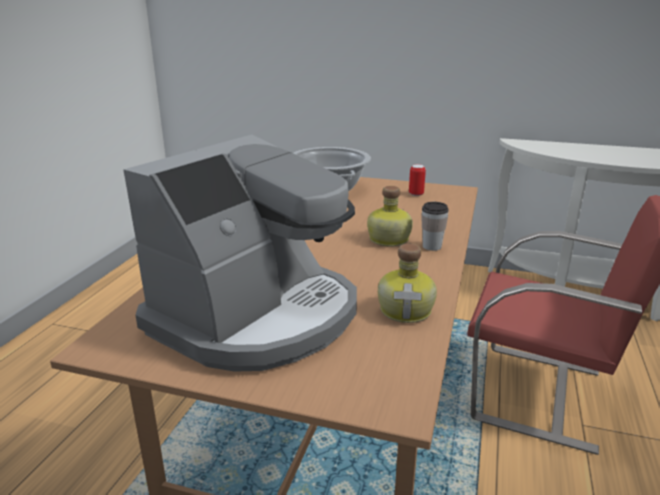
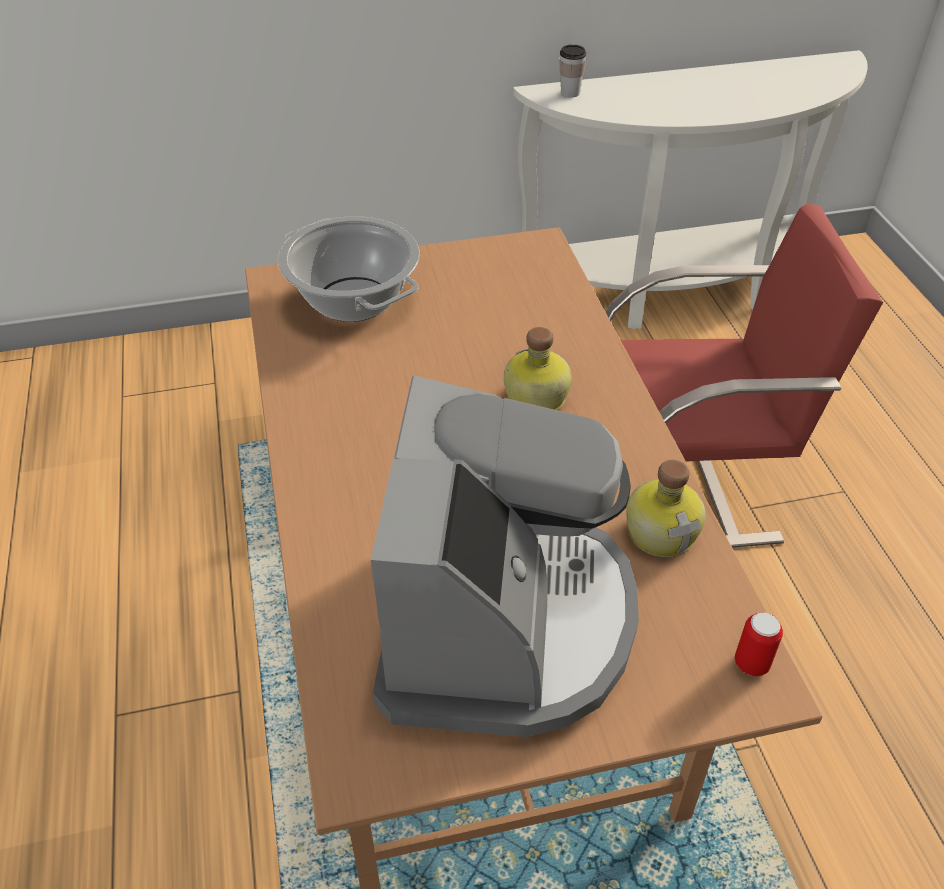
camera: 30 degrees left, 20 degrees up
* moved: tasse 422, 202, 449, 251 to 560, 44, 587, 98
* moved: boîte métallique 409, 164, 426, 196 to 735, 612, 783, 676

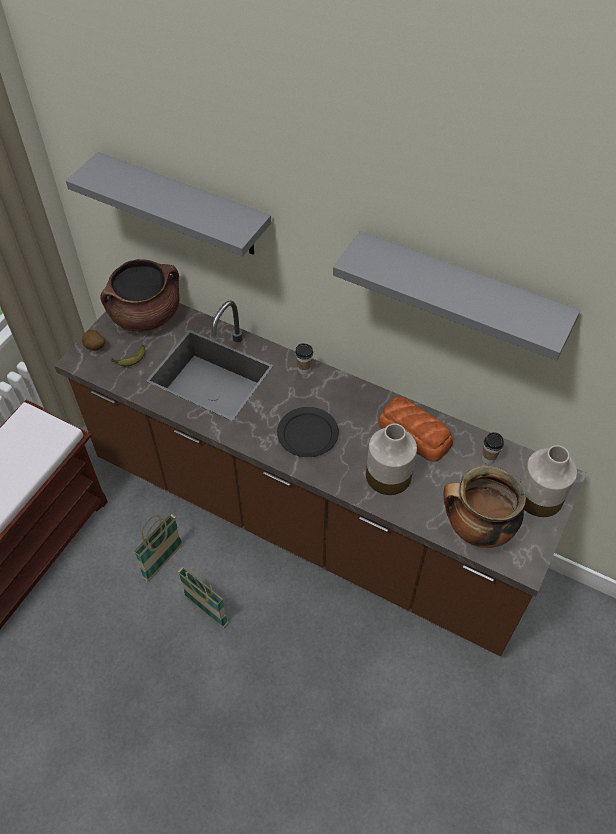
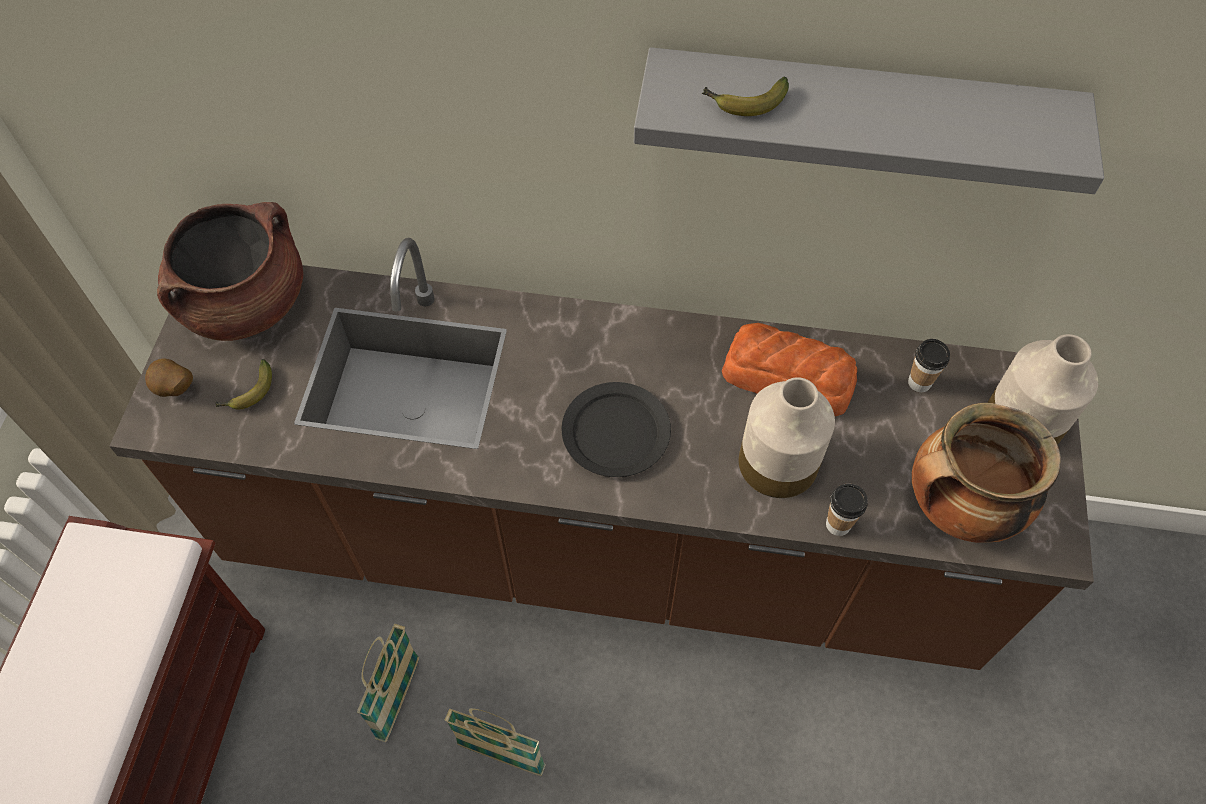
camera: 20 degrees left, 5 degrees up
* added: banane 702, 76, 789, 116
* moved: tasse 295, 343, 313, 374 to 826, 484, 868, 536
* removed: étagère/gris 66, 152, 271, 257

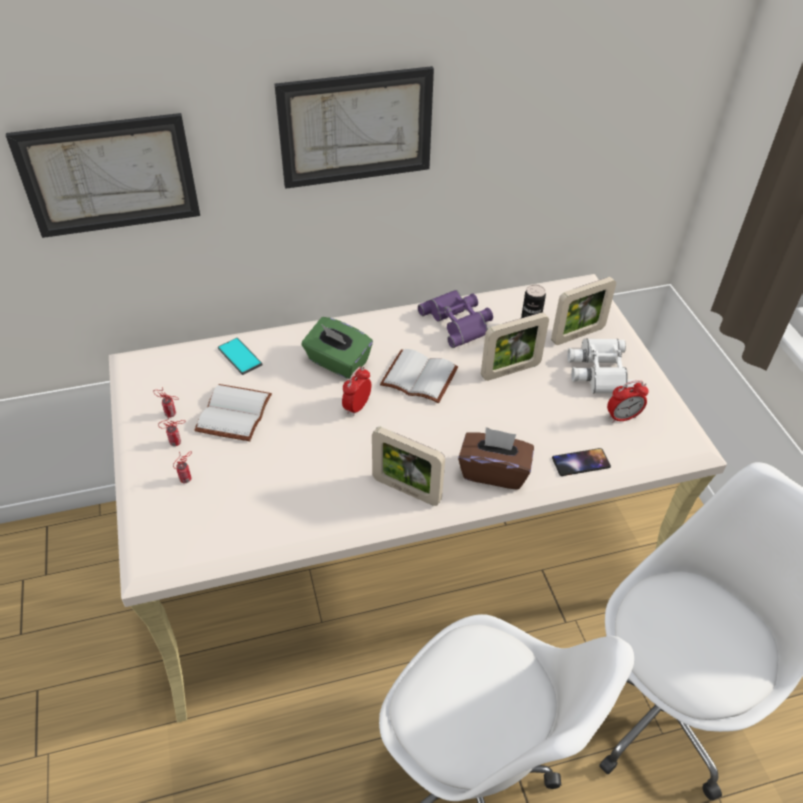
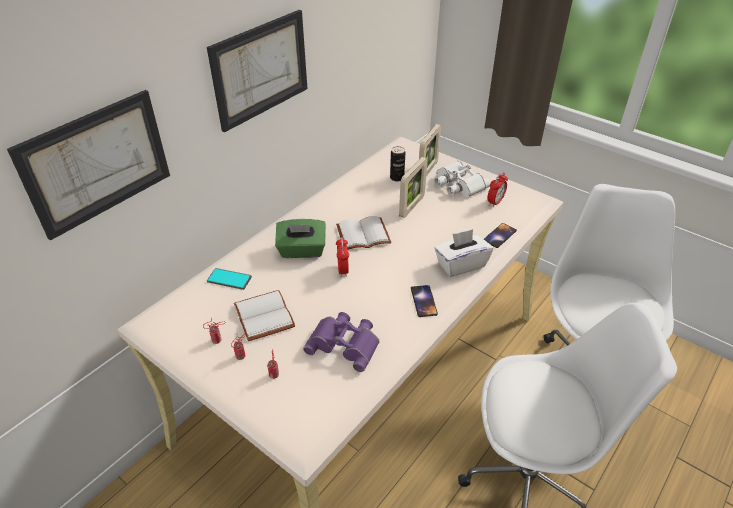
camera: 35 degrees left, 5 degrees down
* moved: jumelles/violet 418, 290, 493, 348 to 303, 312, 380, 372
* replaced: cadre photo 372, 427, 445, 506 to téléphone 411, 285, 438, 317
* recoloured: boîte à mouchoirs/marron 458, 427, 534, 490 to boîte à mouchoirs/blanc 434, 229, 493, 277

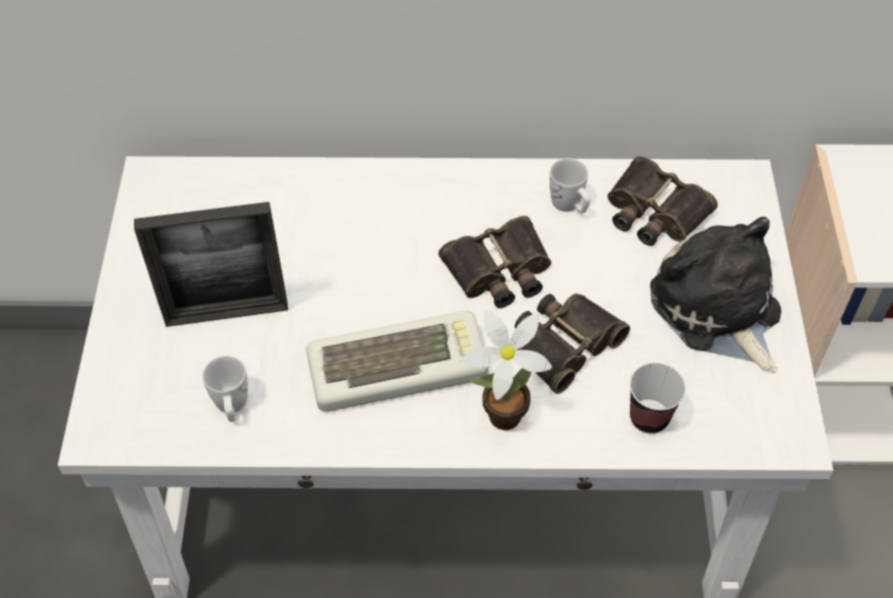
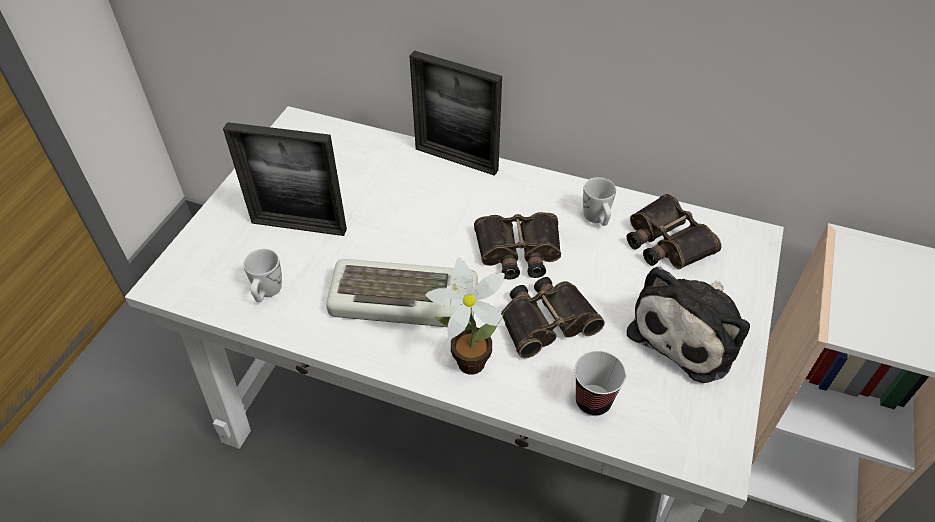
camera: 20 degrees right, 5 degrees down
* added: cadre photo 409, 51, 502, 176
* turned: peluche 650, 217, 781, 373 = 627, 267, 750, 383 135 degrees counterclockwise

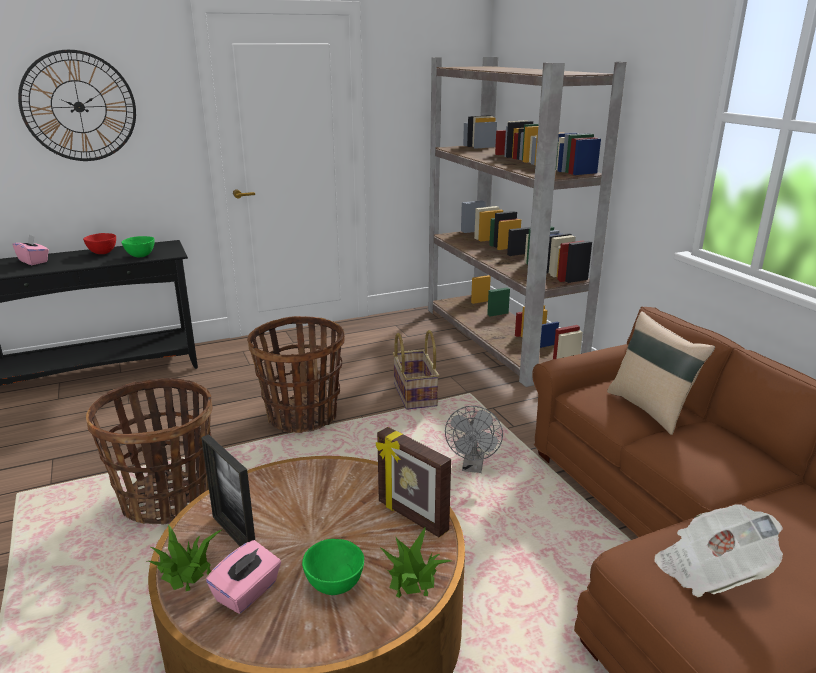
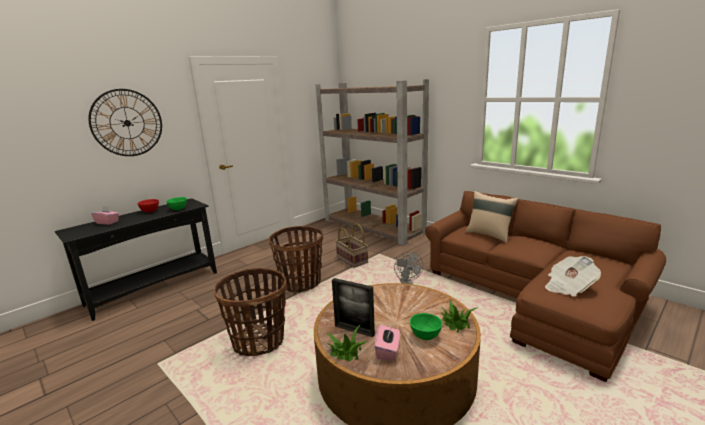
camera: 20 degrees left, 5 degrees down
* removed: cadre photo 376, 427, 451, 537

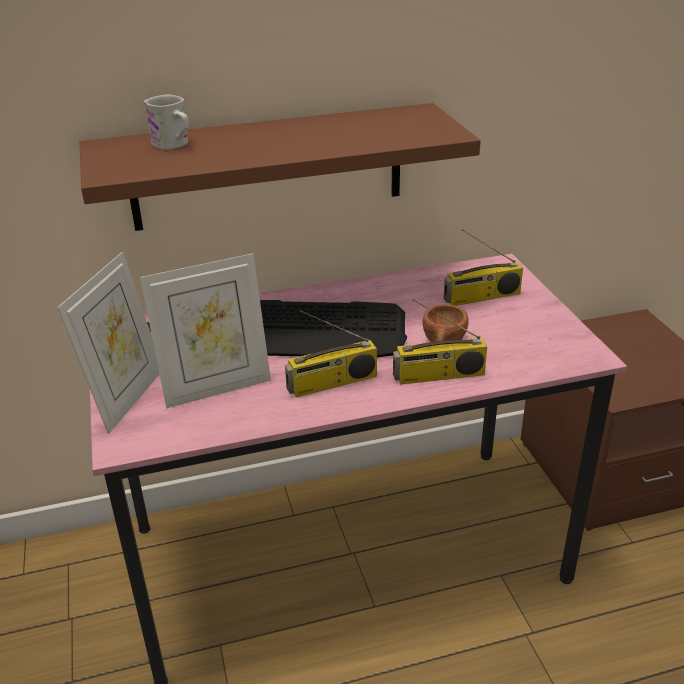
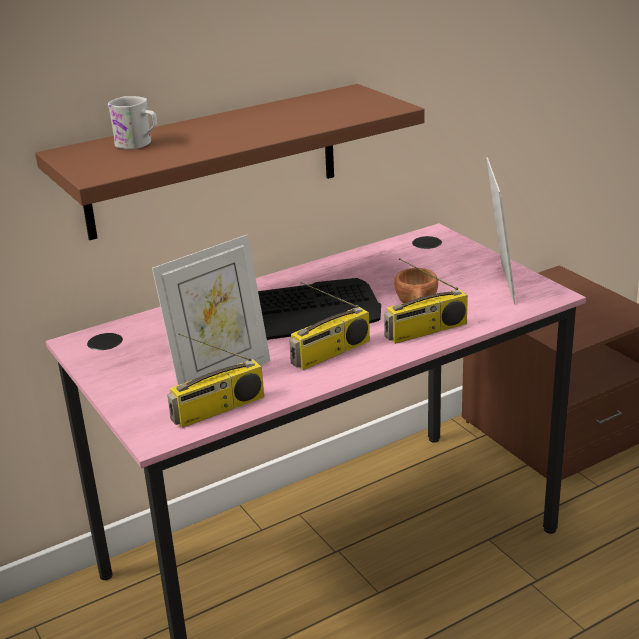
camera: 15 degrees left, 5 degrees down
* moved: radio 443, 229, 523, 306 to 167, 333, 264, 428
* moved: cadre photo 57, 252, 159, 434 to 486, 157, 515, 305

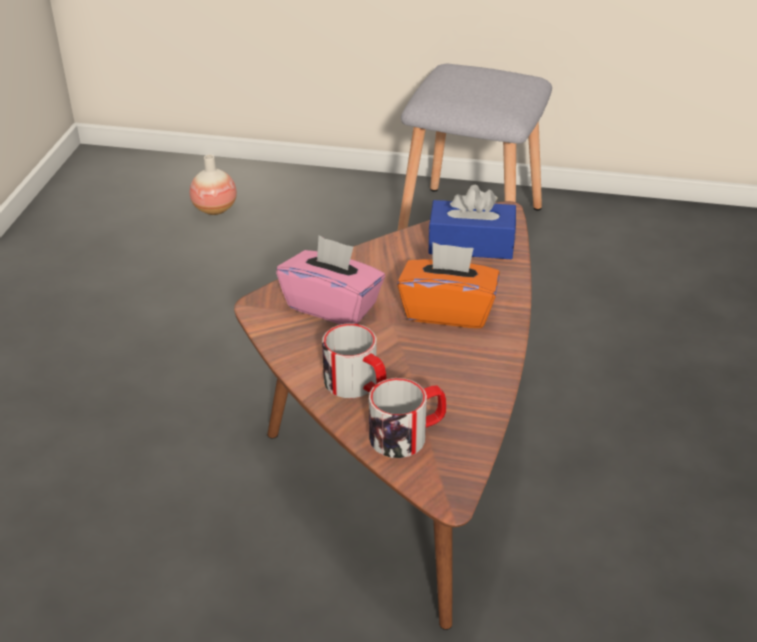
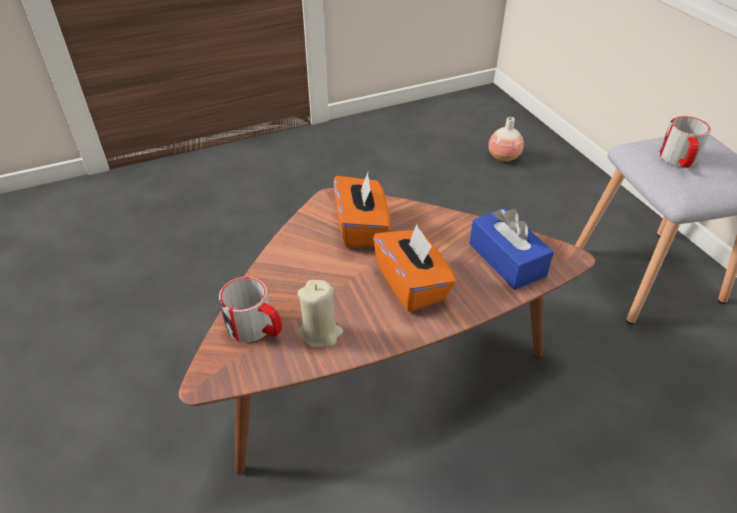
camera: 55 degrees right, 5 degrees up
* added: bougie/beige 297, 280, 343, 348
* recoloured: boîte à mouchoirs/rose 276, 235, 385, 325 to boîte à mouchoirs/orange 334, 173, 390, 248
* moved: mug 322, 323, 387, 398 to 659, 116, 711, 168

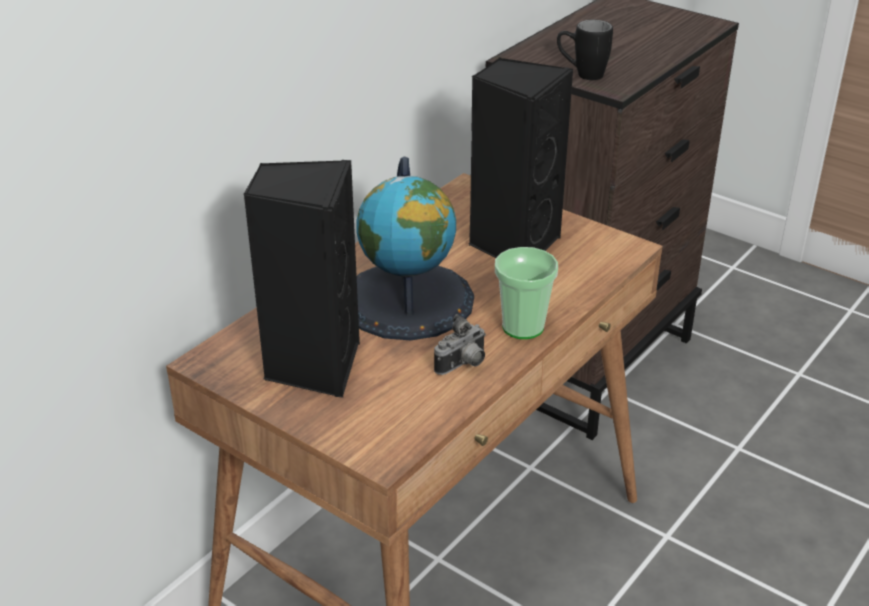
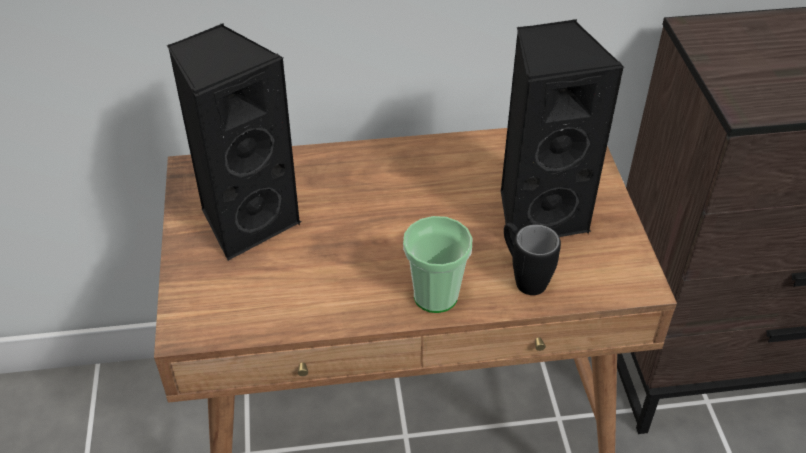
camera: 45 degrees right, 10 degrees up
* moved: mug/noir 557, 20, 613, 80 to 504, 223, 561, 295
* removed: globe 356, 156, 474, 341
* removed: appareil photo 434, 314, 486, 375

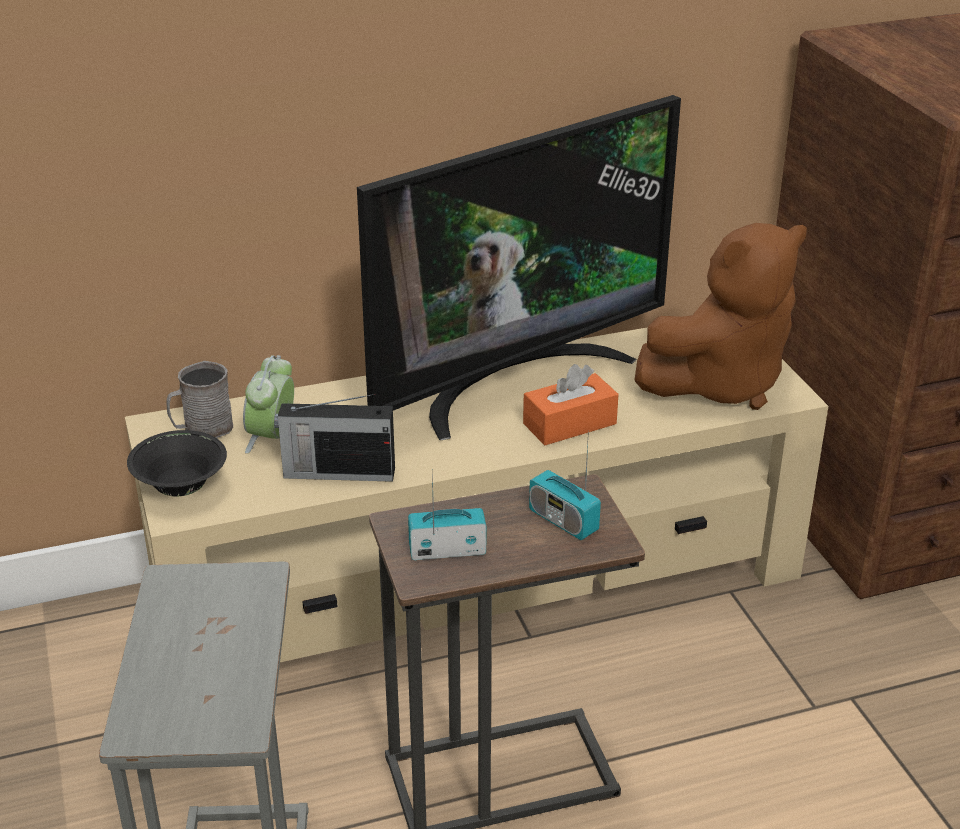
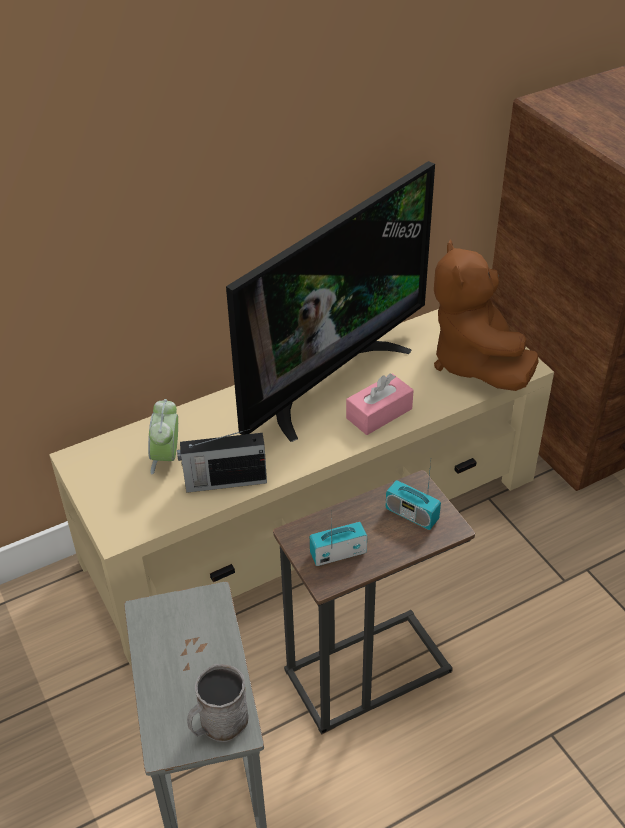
camera: 10 degrees left, 10 degrees up
* moved: mug/gris 166, 361, 233, 438 to 187, 664, 248, 742
* recoloured: boîte à mouchoirs/orange 523, 364, 619, 445 to boîte à mouchoirs/rose 346, 373, 414, 435
* turned: peluche/marron 635, 223, 807, 410 = 434, 239, 539, 391 120 degrees clockwise
* removed: bol/noir 127, 430, 227, 496

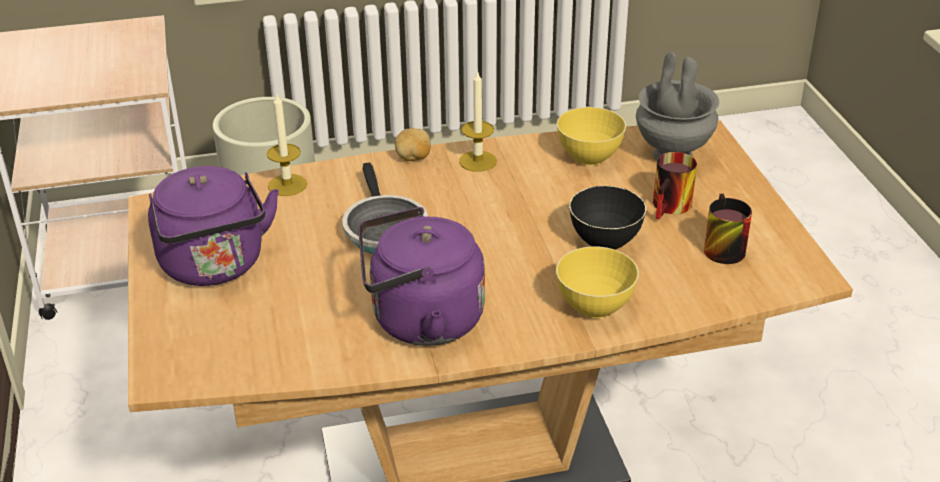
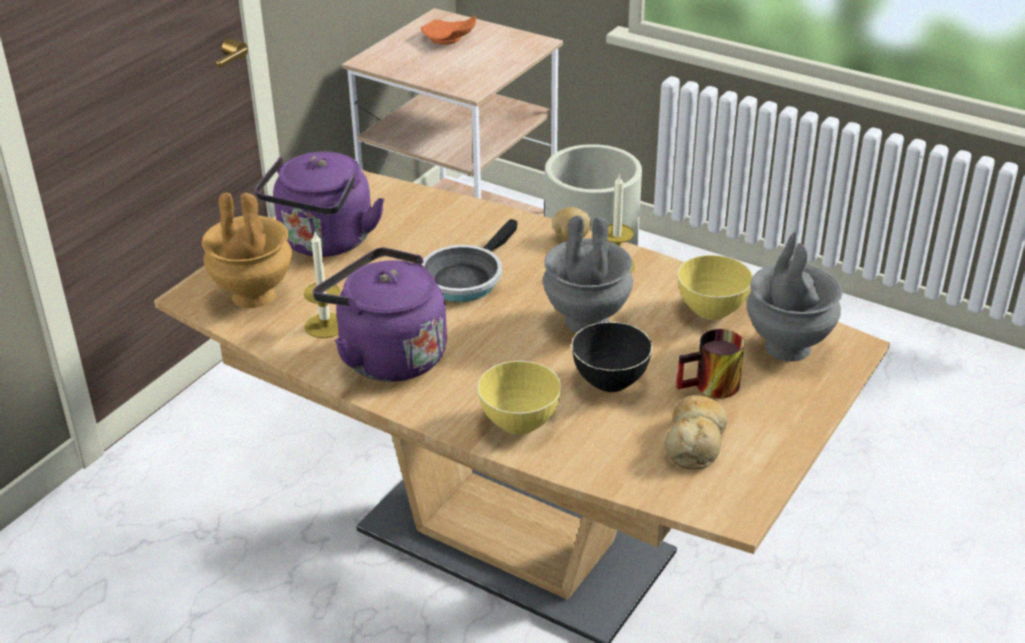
camera: 45 degrees right, 0 degrees up
* added: vase/marron 202, 192, 292, 308
* moved: bougie 267, 92, 307, 196 to 304, 232, 340, 338
* added: assiette/orange 421, 15, 476, 45
* added: vase/gris 543, 216, 633, 332
* replaced: mug 704, 194, 752, 264 to pain 665, 395, 727, 469

